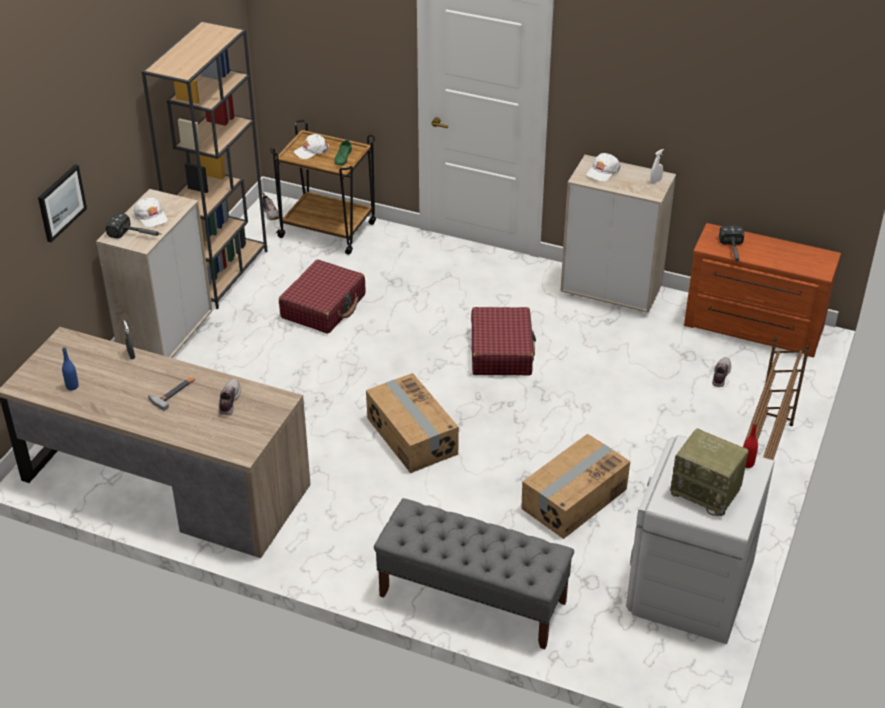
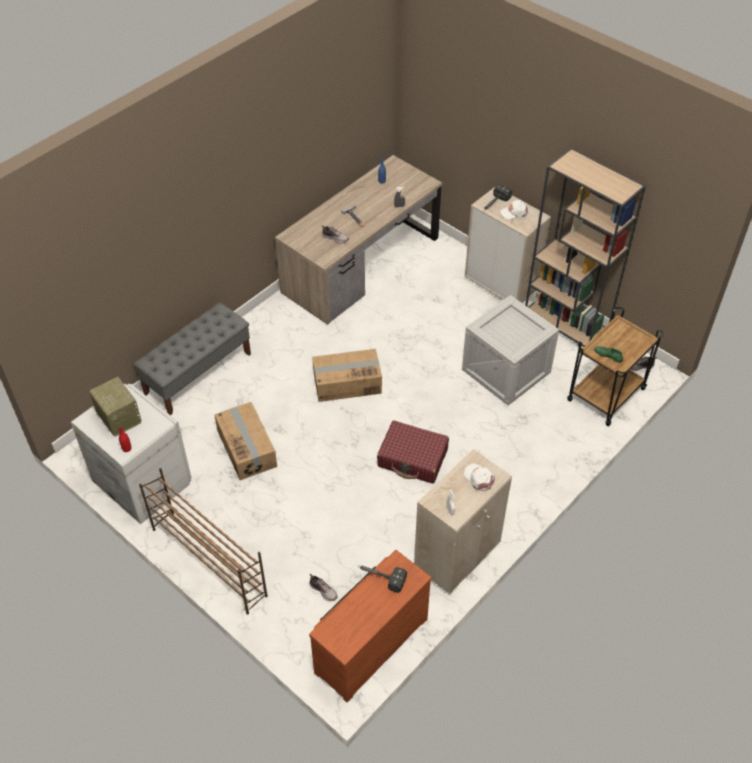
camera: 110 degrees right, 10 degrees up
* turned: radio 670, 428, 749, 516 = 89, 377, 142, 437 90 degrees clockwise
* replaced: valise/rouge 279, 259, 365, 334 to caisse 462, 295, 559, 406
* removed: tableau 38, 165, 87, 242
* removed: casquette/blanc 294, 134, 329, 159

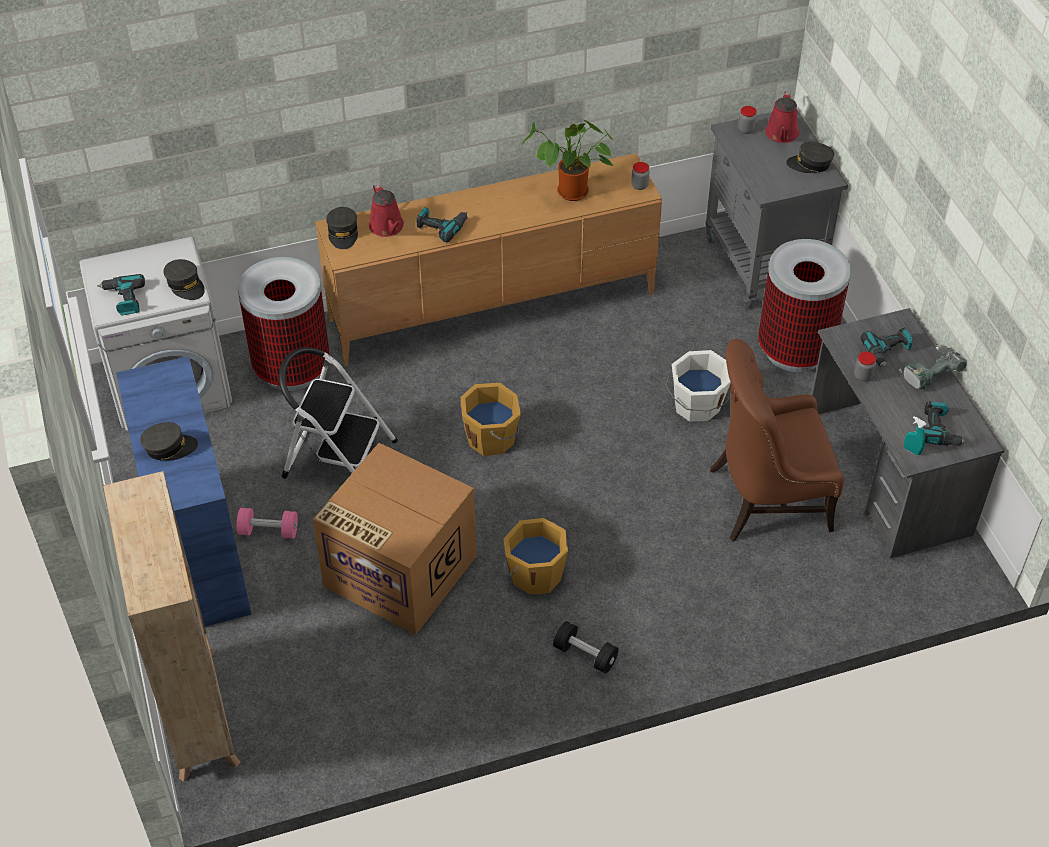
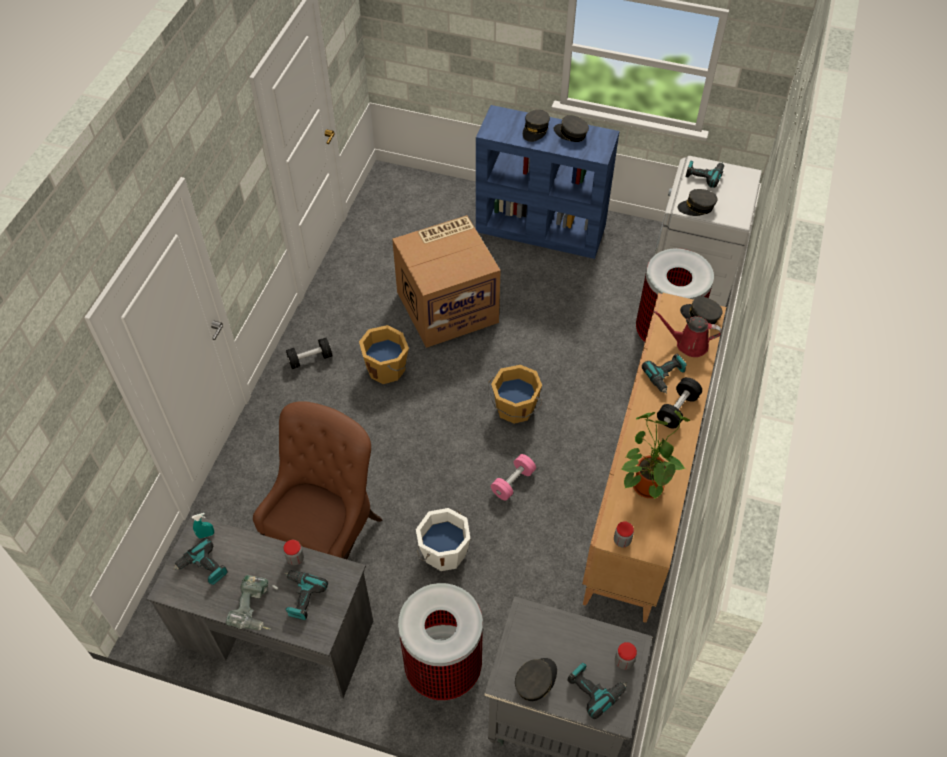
camera: 125 degrees right, 5 degrees up
* moved: haltère/rose 237, 508, 298, 538 to 491, 454, 536, 501
* added: casquette/gris 554, 115, 589, 142
* replaced: arrosoir/rouge 765, 91, 799, 143 to perceuse 567, 662, 628, 719
* added: haltère/noir 657, 377, 702, 429
* removed: bibliothèque/beige 103, 471, 240, 781
* removed: escabeau 279, 347, 398, 479

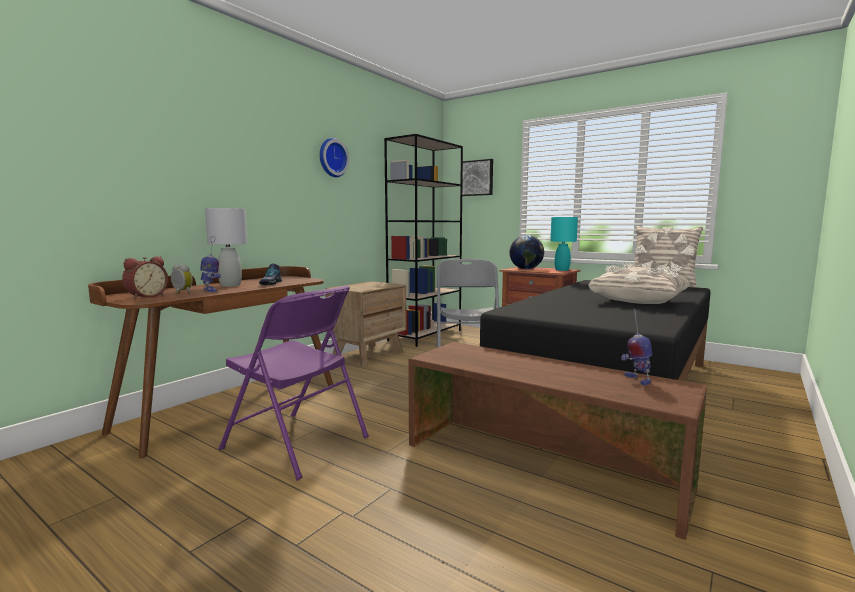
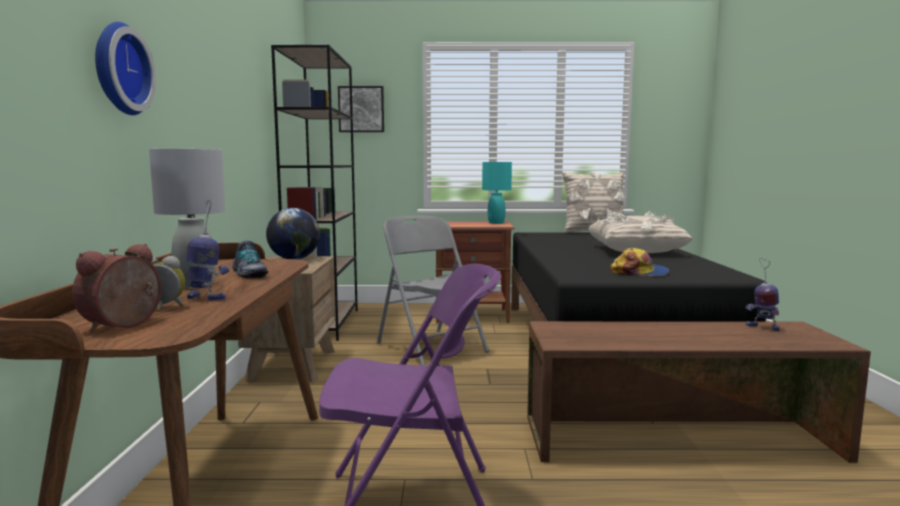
camera: 35 degrees left, 0 degrees up
* turned: réveil 122, 256, 168, 299 = 72, 244, 162, 332 150 degrees counterclockwise
* moved: horloge murale 320, 138, 349, 177 to 95, 22, 156, 115
* moved: globe 509, 235, 544, 269 to 266, 208, 320, 260
* added: casquette 610, 248, 669, 276

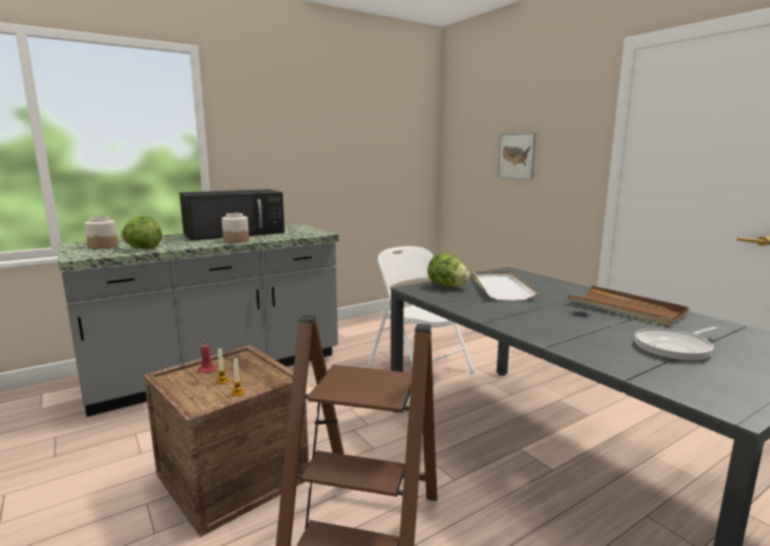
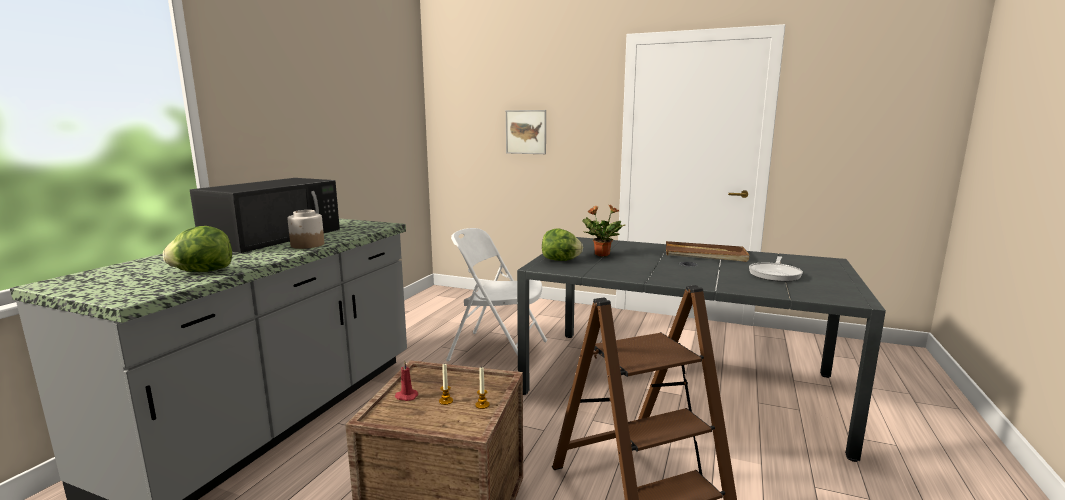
camera: 35 degrees left, 0 degrees up
* replaced: plateau/blanc 473, 272, 538, 301 to plante en pot 582, 205, 625, 256
* removed: bocal 84, 217, 118, 249

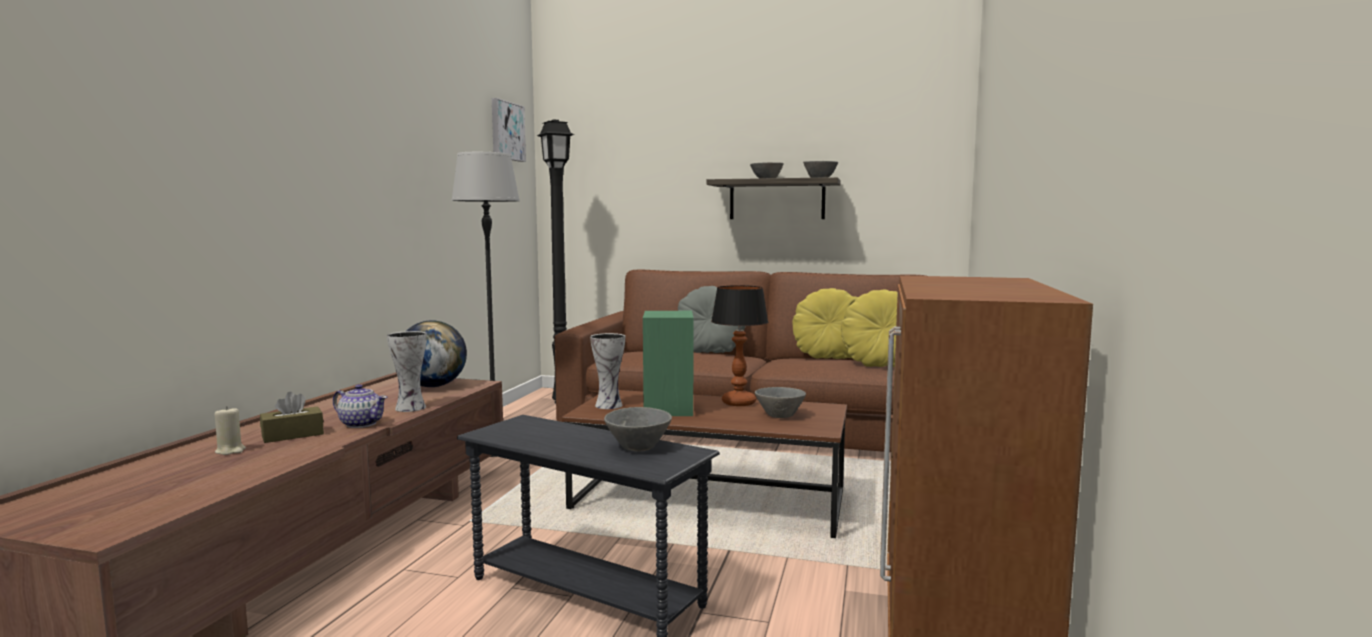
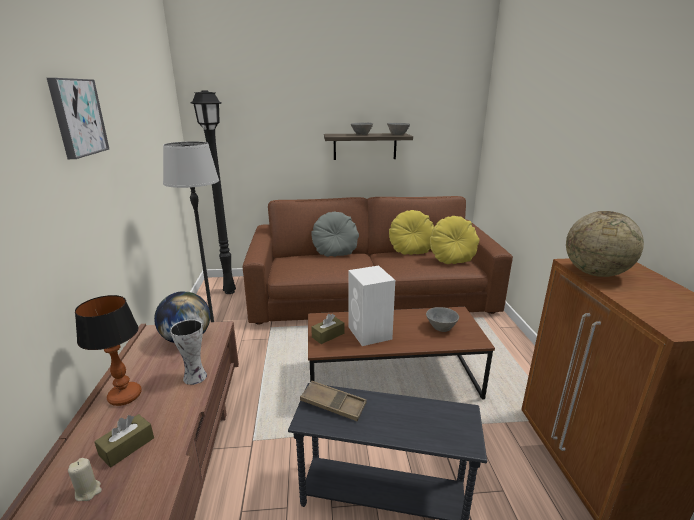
camera: 20 degrees left, 15 degrees up
* moved: tableau 492, 98, 526, 162 to 47, 78, 109, 159
* moved: lampe de table 711, 285, 768, 406 to 75, 295, 142, 406
* added: plateau/marron 300, 381, 367, 421
* replaced: vase 590, 333, 625, 409 to boîte à mouchoirs/marron 311, 314, 344, 344
* recoloured: enceinte/vert 643, 311, 693, 416 to enceinte/blanc 348, 265, 395, 346
* added: globe 566, 211, 644, 277
* removed: théière 333, 384, 387, 428
* removed: bol/gris 604, 407, 672, 451

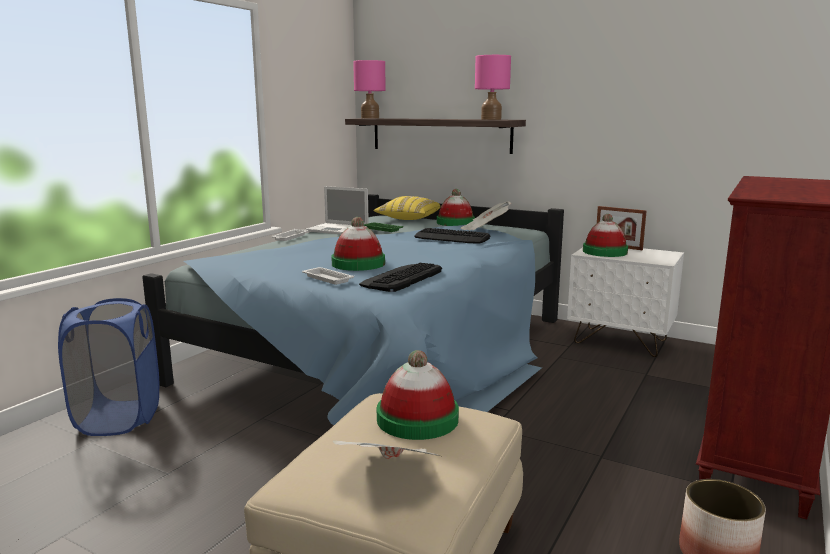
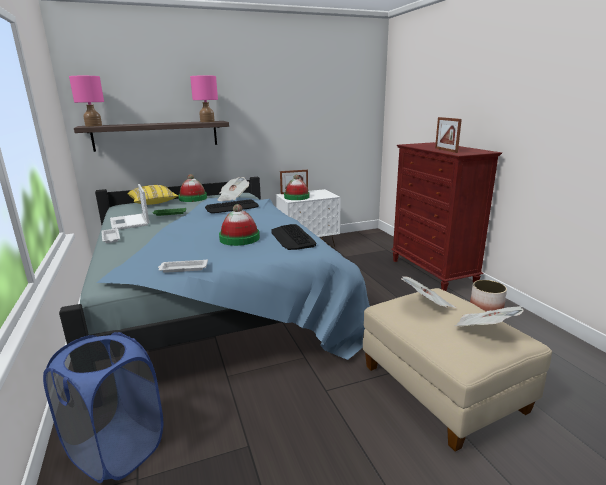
camera: 50 degrees left, 5 degrees up
* turned: ordinateur portable 305, 186, 369, 234 = 110, 184, 149, 230 90 degrees clockwise
* moved: plateau/blanc 302, 267, 354, 285 to 158, 259, 208, 273
* replaced: chapeau 377, 350, 459, 440 to journal 400, 276, 457, 308
* added: cadre photo 435, 117, 462, 153

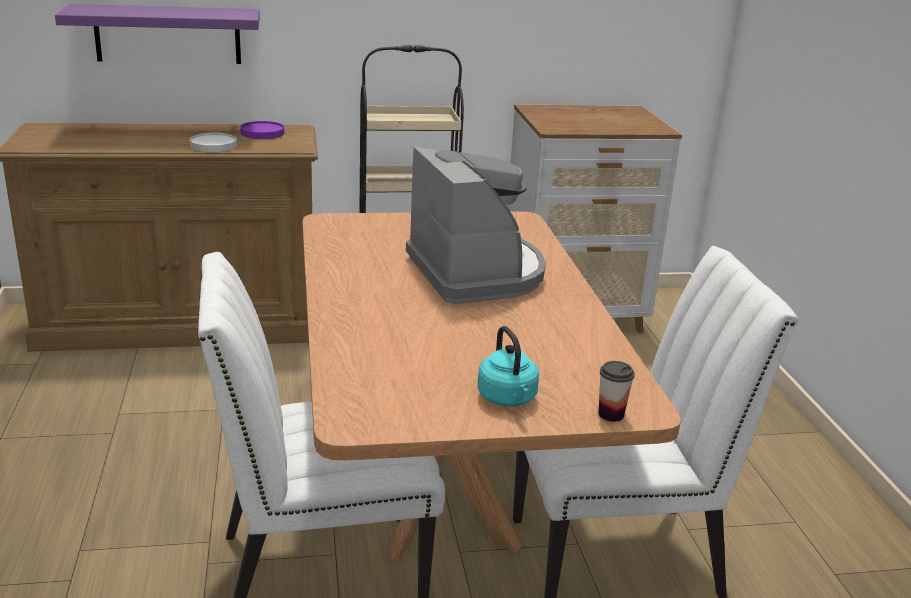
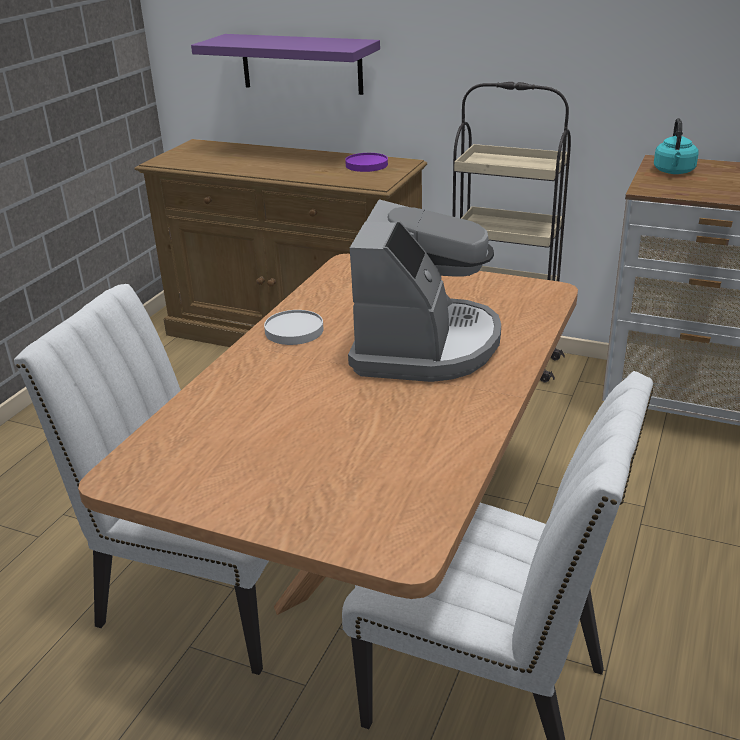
camera: 35 degrees right, 5 degrees up
* moved: assiette/blanc 190, 133, 237, 152 to 264, 310, 324, 345
* moved: bouilloire/turquoise 477, 326, 539, 407 to 654, 118, 699, 174
* removed: tasse 598, 361, 635, 422

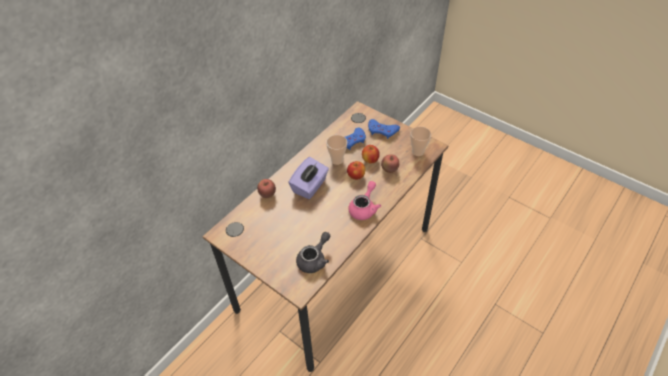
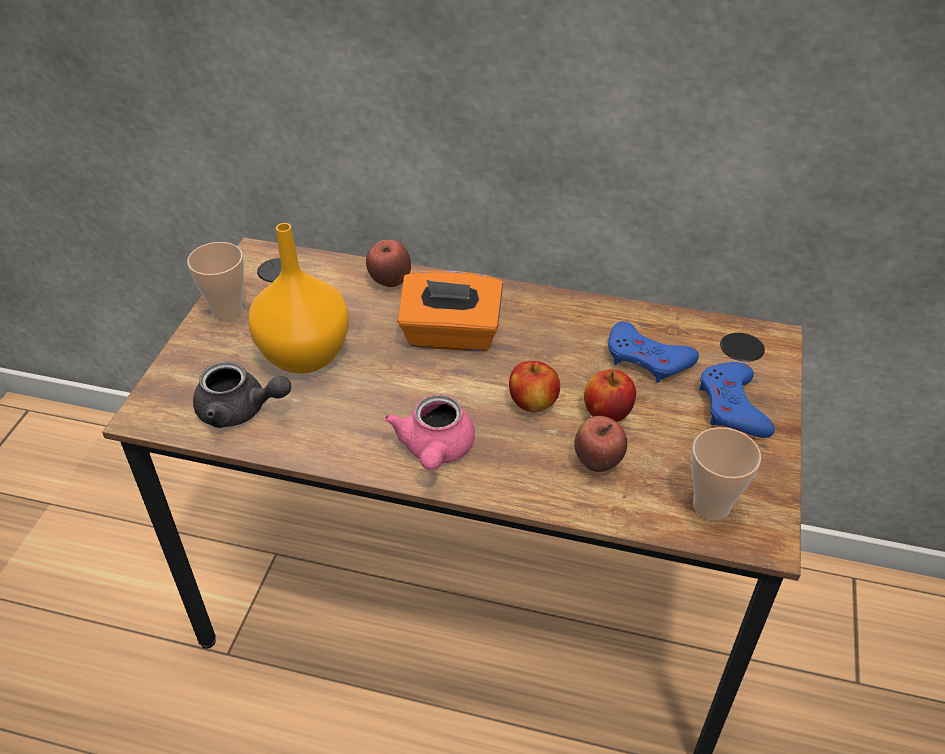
camera: 65 degrees right, 5 degrees down
* moved: tasse 326, 135, 347, 165 to 187, 242, 244, 321
* added: vase/orange 248, 223, 349, 374
* turned: théière/rose 348, 181, 381, 220 = 384, 395, 475, 470 90 degrees clockwise
* recoloured: boîte à mouchoirs/violet 288, 157, 329, 199 to boîte à mouchoirs/orange 397, 271, 503, 352

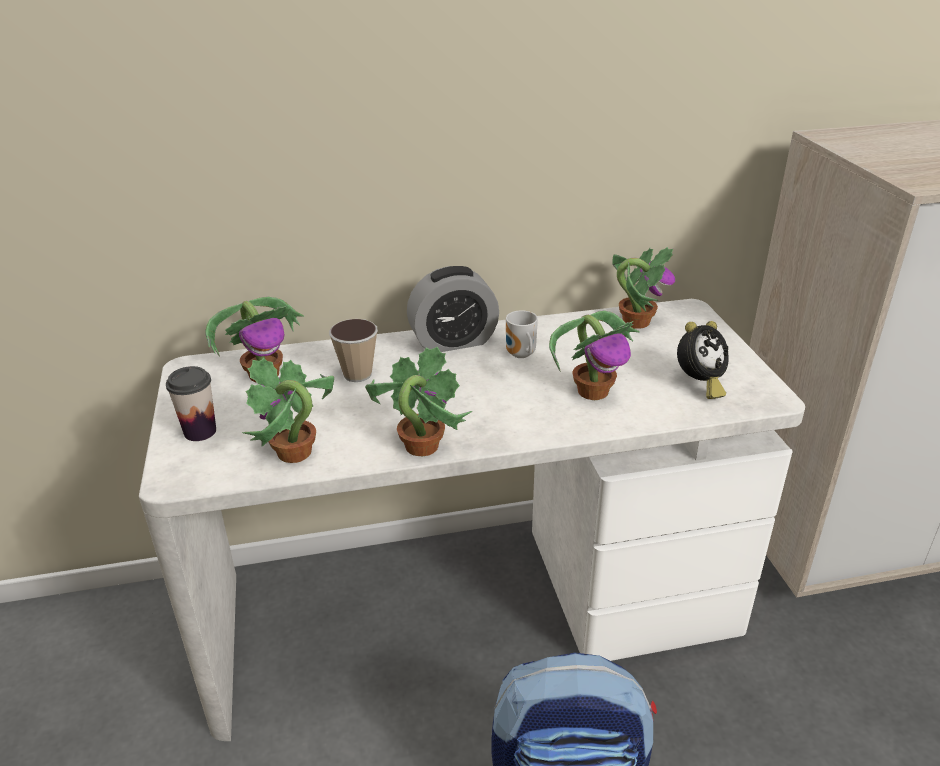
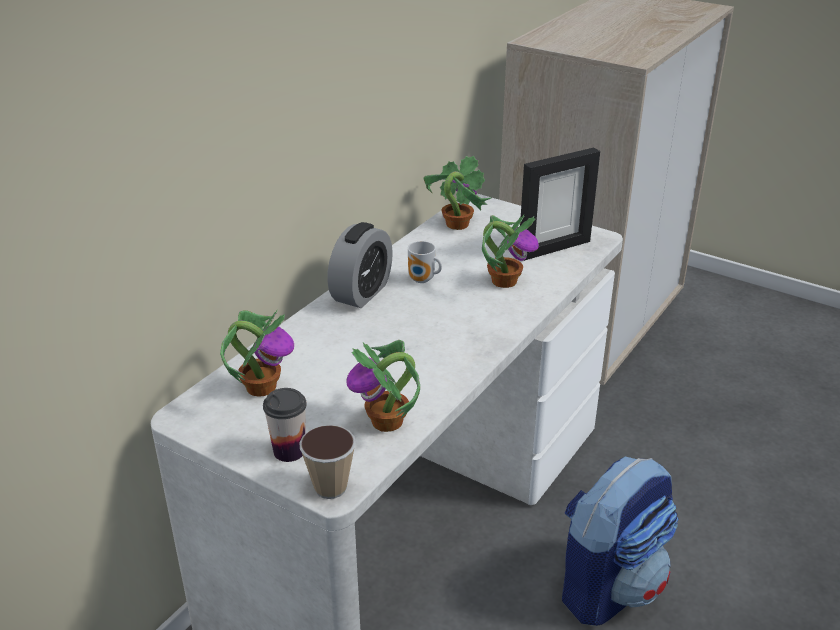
camera: 45 degrees left, 0 degrees up
* moved: tasse 329, 319, 378, 382 to 299, 425, 356, 499
* replaced: réveil 677, 321, 729, 399 to cadre photo 520, 148, 600, 261
* removed: plante en pot 365, 347, 472, 456

